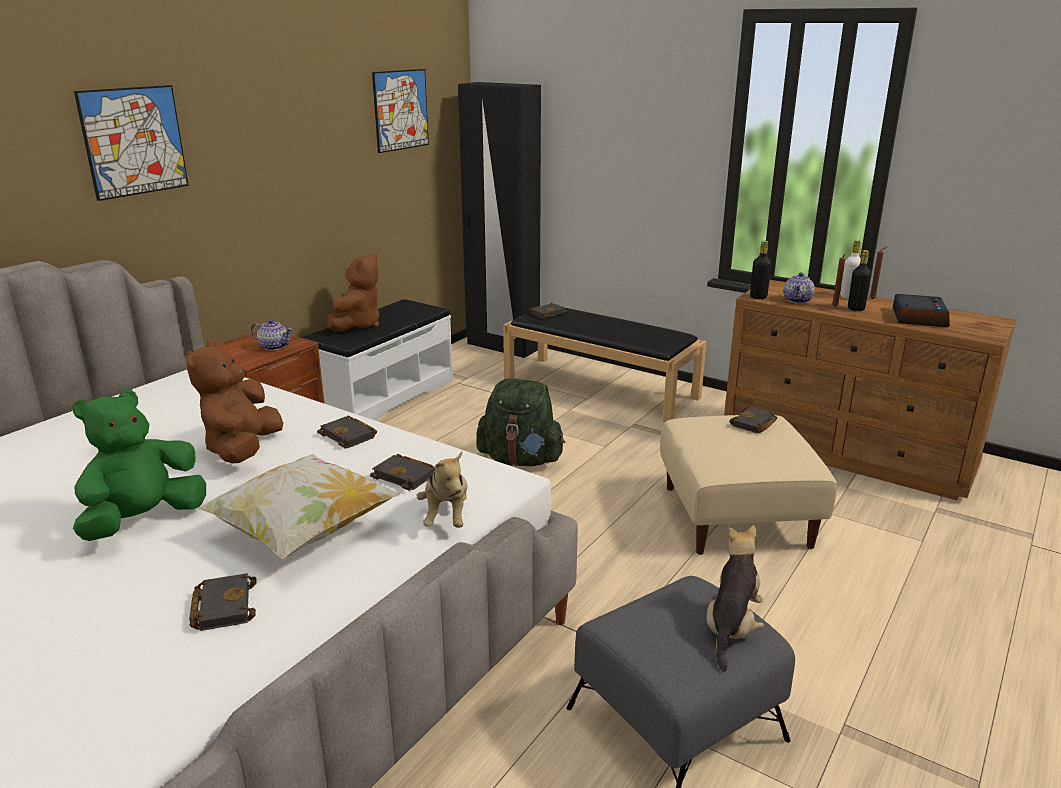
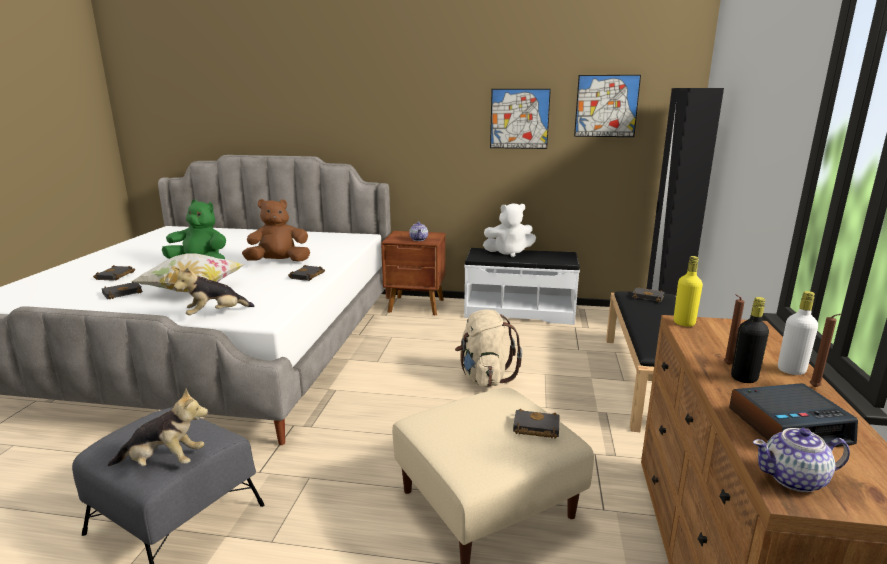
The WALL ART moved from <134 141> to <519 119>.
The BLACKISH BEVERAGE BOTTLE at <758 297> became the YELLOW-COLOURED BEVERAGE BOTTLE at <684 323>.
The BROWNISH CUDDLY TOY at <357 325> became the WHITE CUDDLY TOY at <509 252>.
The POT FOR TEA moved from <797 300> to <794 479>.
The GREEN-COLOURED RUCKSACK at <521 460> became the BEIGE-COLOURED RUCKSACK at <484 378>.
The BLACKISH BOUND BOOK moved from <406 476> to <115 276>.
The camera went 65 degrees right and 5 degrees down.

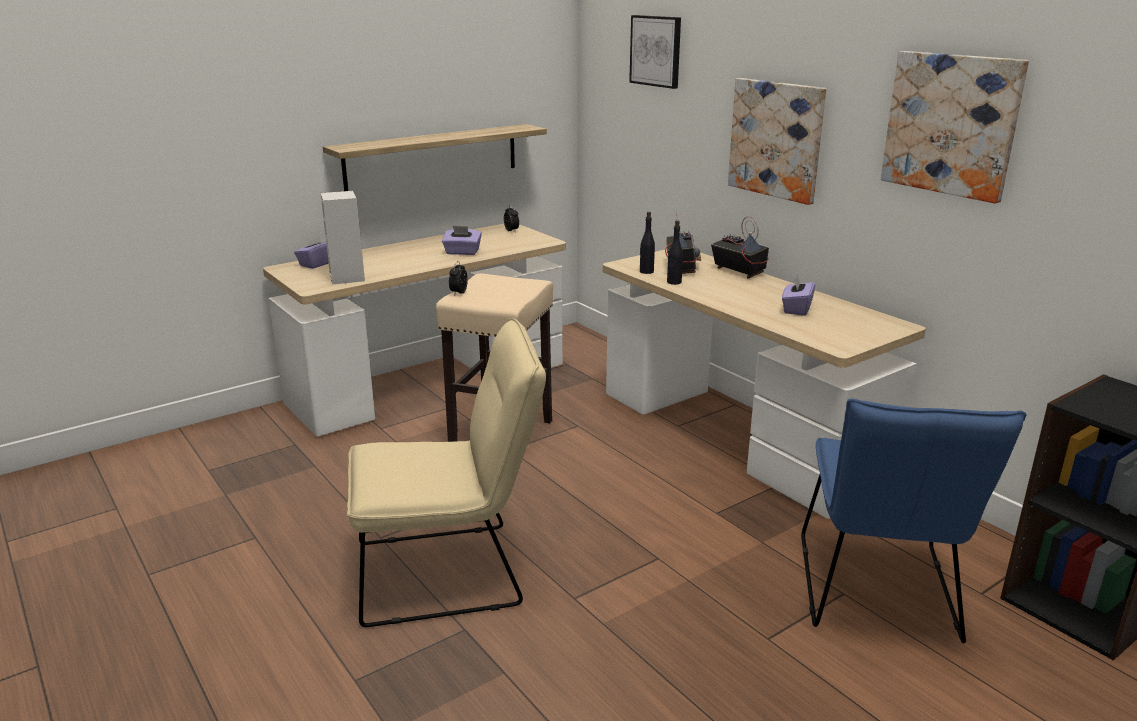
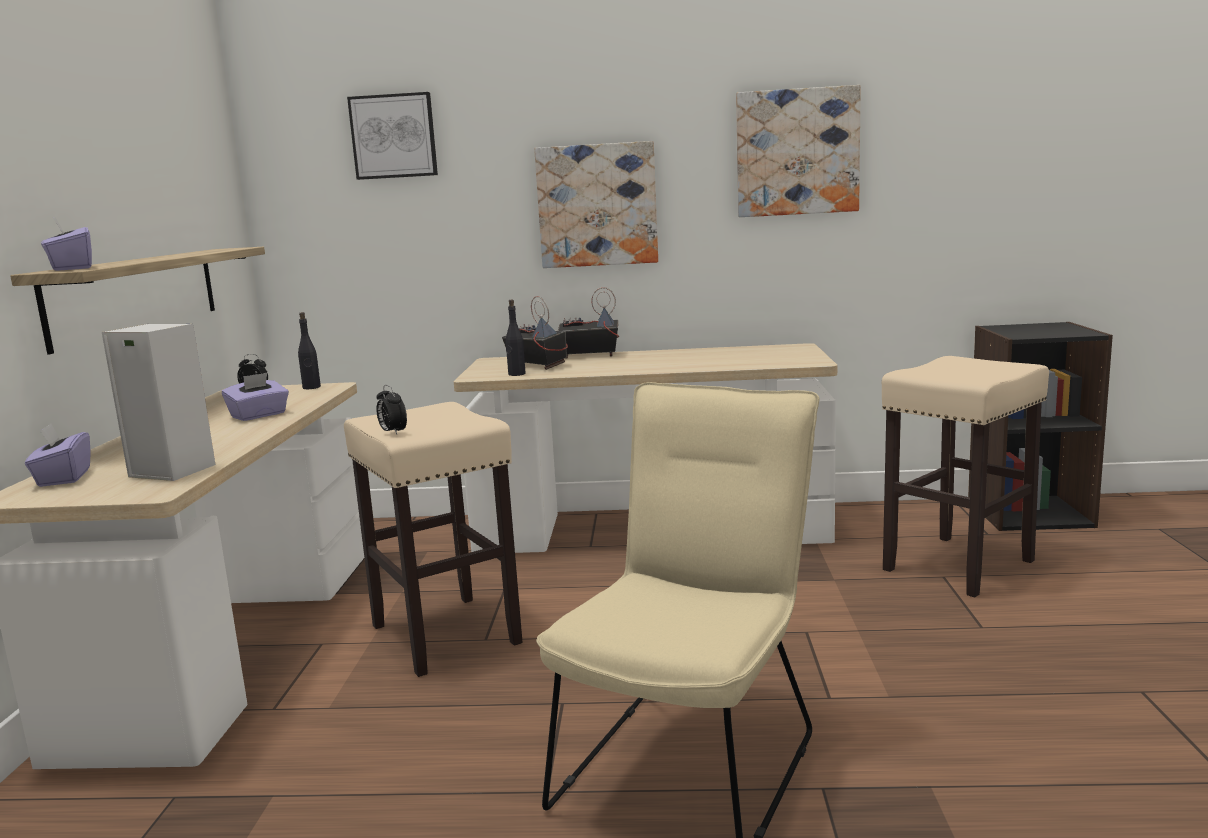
The BLACKISH BEVERAGE BOTTLE moved from <674 282> to <311 387>.
The PURPLE-COLOURED TISSUE BOX moved from <796 309> to <71 268>.
The BLUE-COLOURED UPRIGHT CHAIR at <877 595> was replaced by the BEIGE-COLOURED STOOL SEAT at <957 566>.
The camera went 50 degrees left and 10 degrees down.

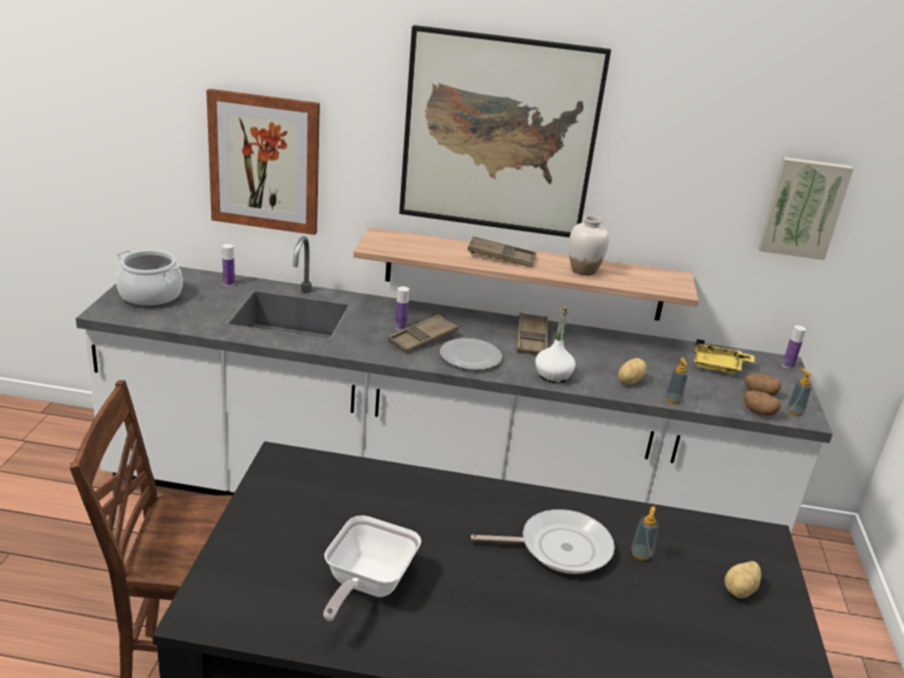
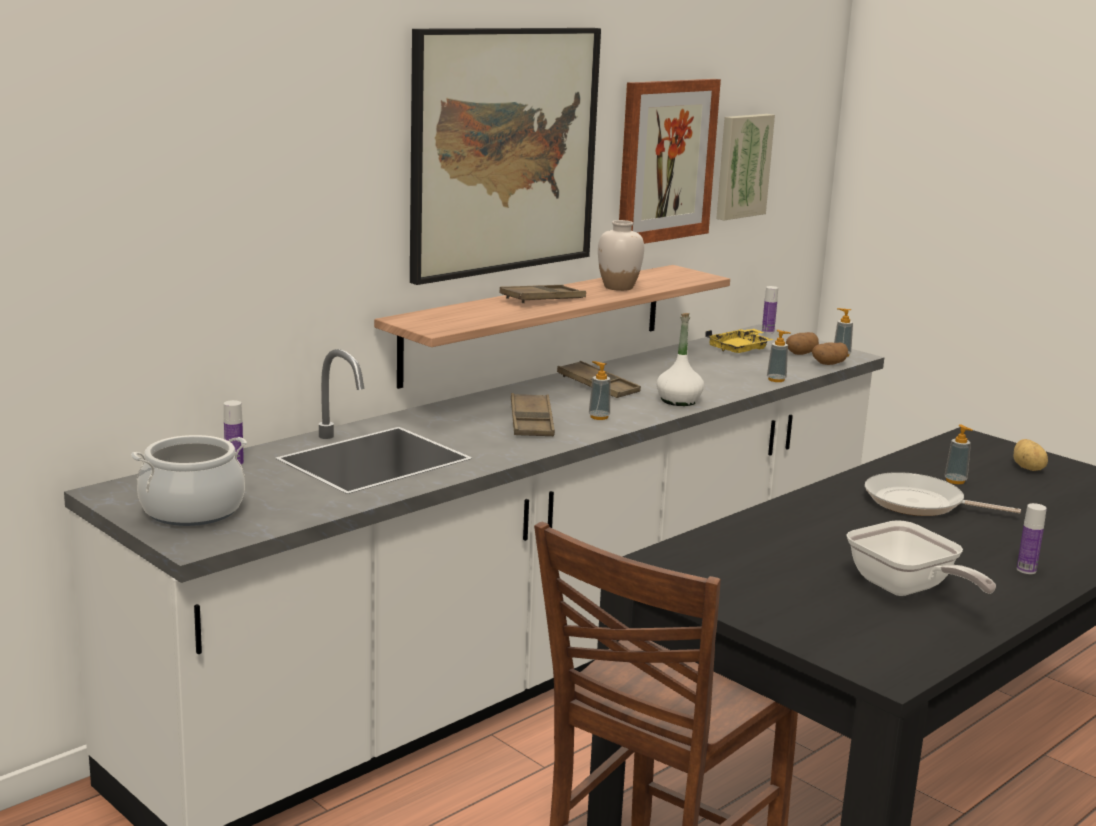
The WALL ART moved from <264 162> to <666 160>.
The BEVERAGE BOTTLE moved from <400 327> to <1026 570>.
The FLAT DISH at <470 357> was replaced by the SOAP DISPENSER at <599 417>.
The SPUD at <628 381> disappeared.
The FRYING PAN at <559 547> turned 105 degrees counterclockwise.
The camera went 50 degrees left and 10 degrees down.

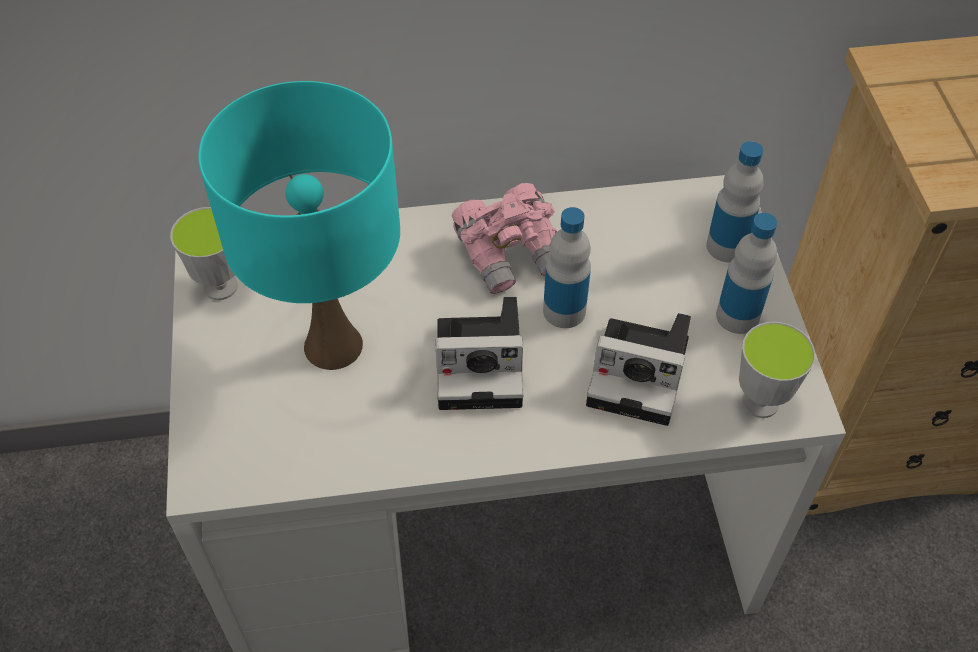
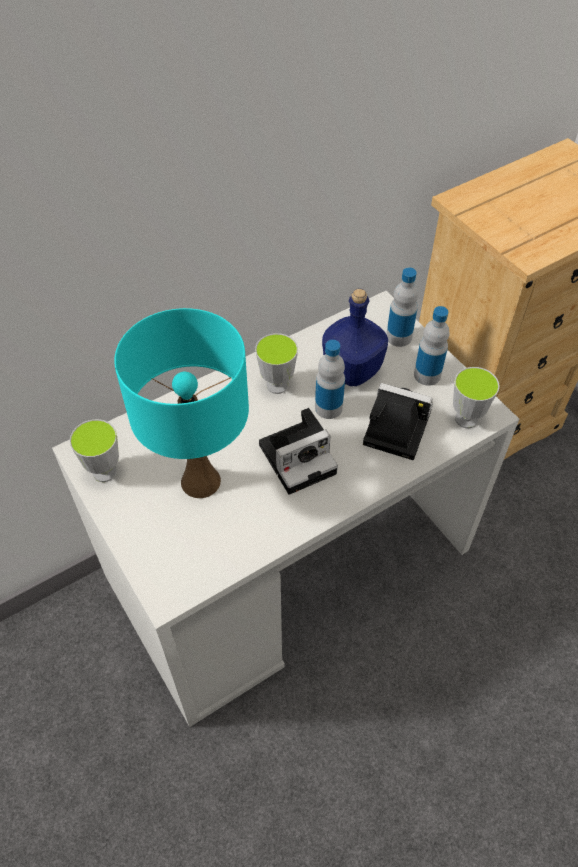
The PINKISH PAIR OF BINOCULARS at <510 253> was replaced by the CUP at <277 385>.
The PHOTO CAMERA at <642 374> turned 150 degrees counterclockwise.
The BLUE-COLOURED BEVERAGE BOTTLE at <351 370> appeared.
The camera went 25 degrees left and 0 degrees up.

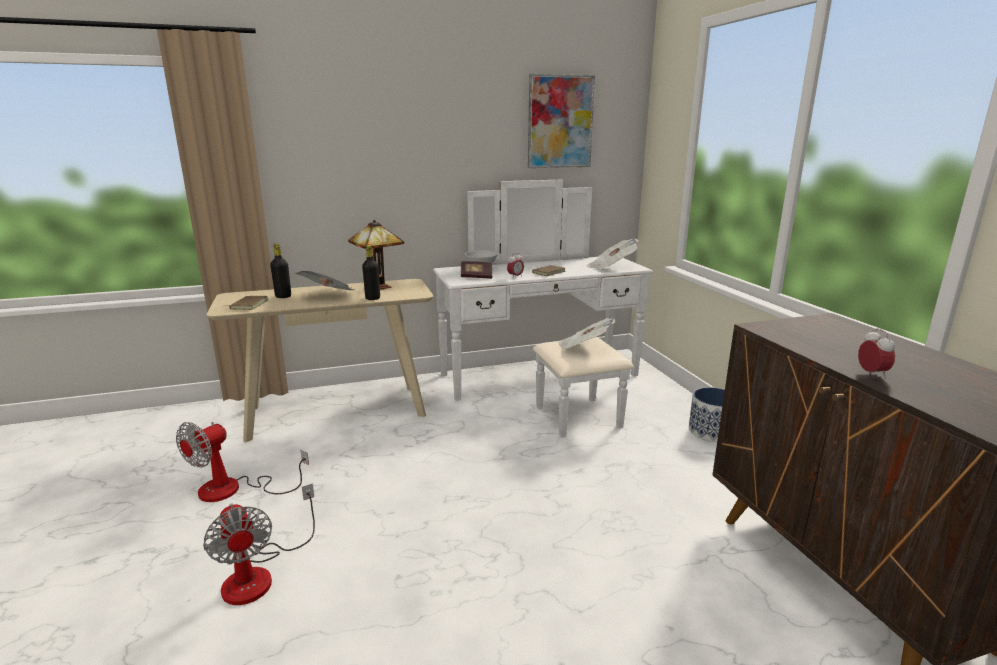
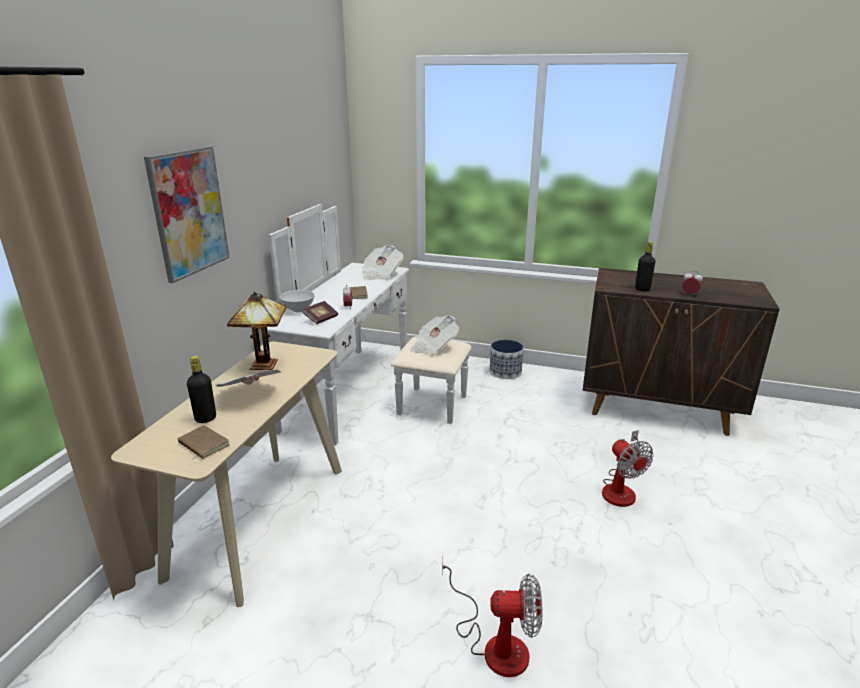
The WALL ART moved from <560 122> to <189 212>.
The BLACKISH BEVERAGE BOTTLE moved from <372 298> to <642 289>.
The FAN moved from <234 490> to <621 488>.
The camera went 55 degrees left and 5 degrees up.

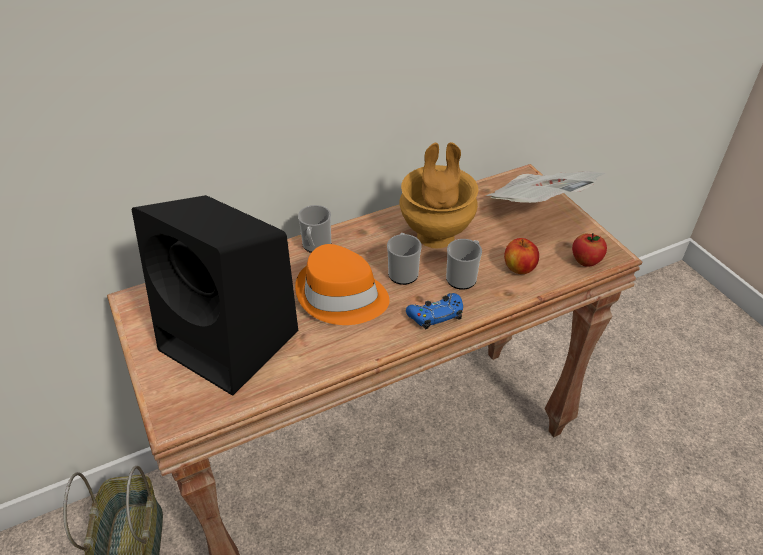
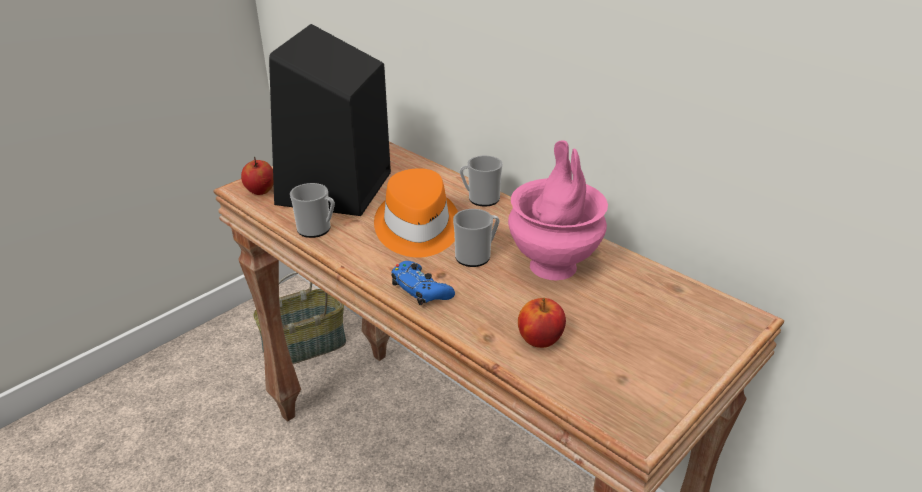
The BROWNISH VASE at <436 235> became the PINKISH VASE at <554 267>.
The PRINTED PAPER at <538 208> disappeared.
The APPLE moved from <585 261> to <260 191>.
The MUG moved from <463 277> to <317 229>.
The camera went 70 degrees right and 10 degrees down.

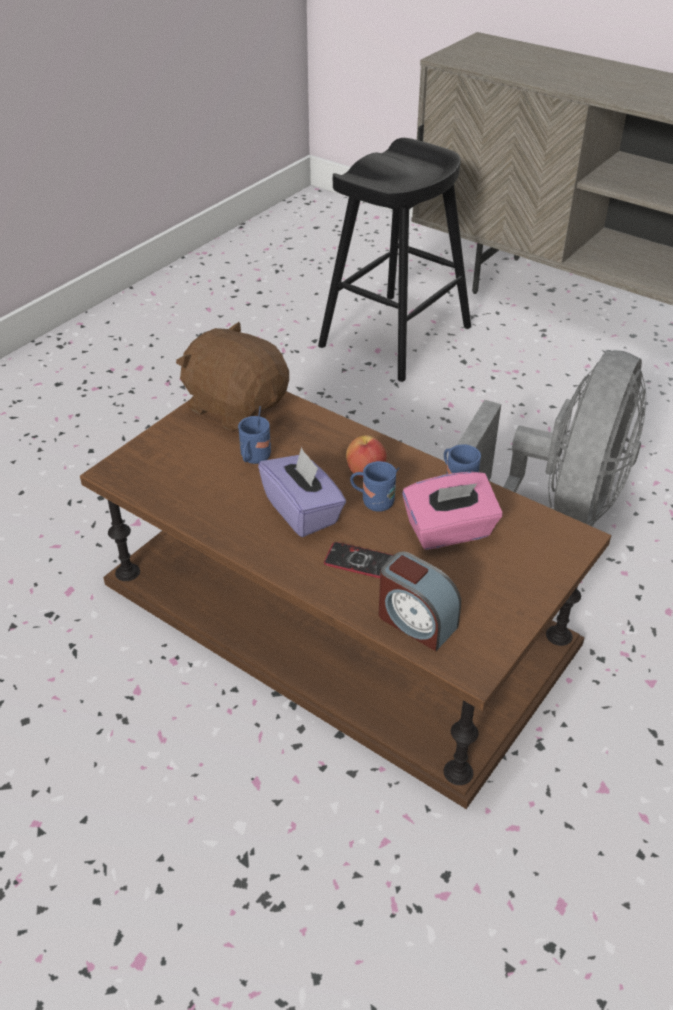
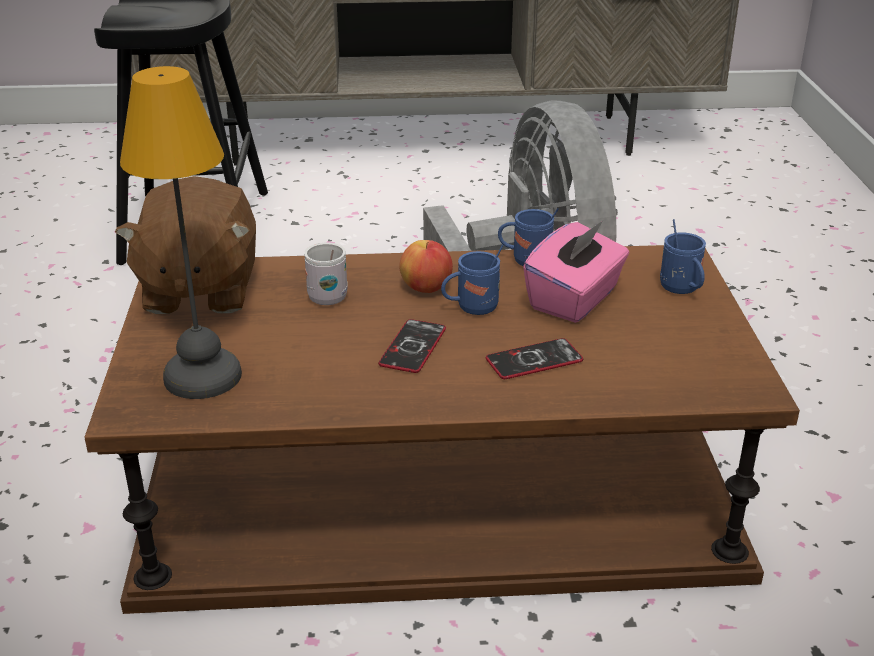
The BROWNISH CUDDLY TOY at <236 406> turned 90 degrees counterclockwise.
The BLUE-COLOURED MUG moved from <254 460> to <682 290>.
The PURPLE-COLOURED TISSUE BOX at <303 511> was replaced by the PHONE at <413 347>.
The TABLE CLOCK at <416 621> disappeared.
The TABLE LAMP at <205 375> appeared.
The WHITE MUG at <325 295> appeared.
The camera went 40 degrees left and 10 degrees down.

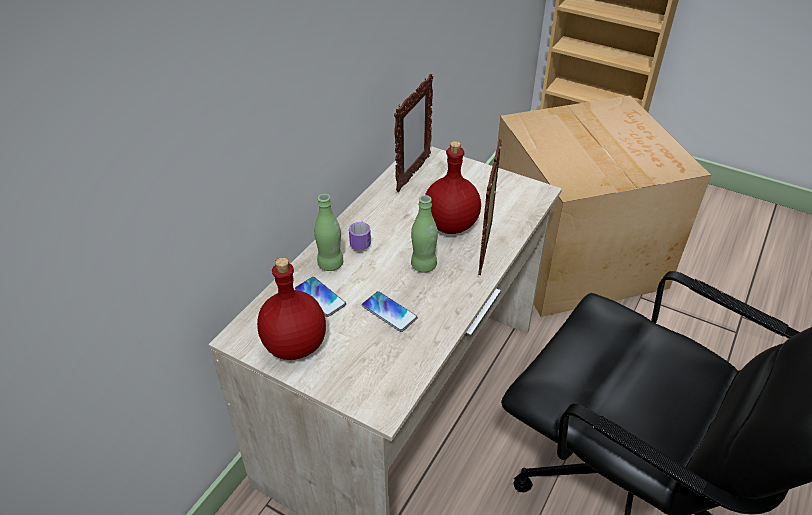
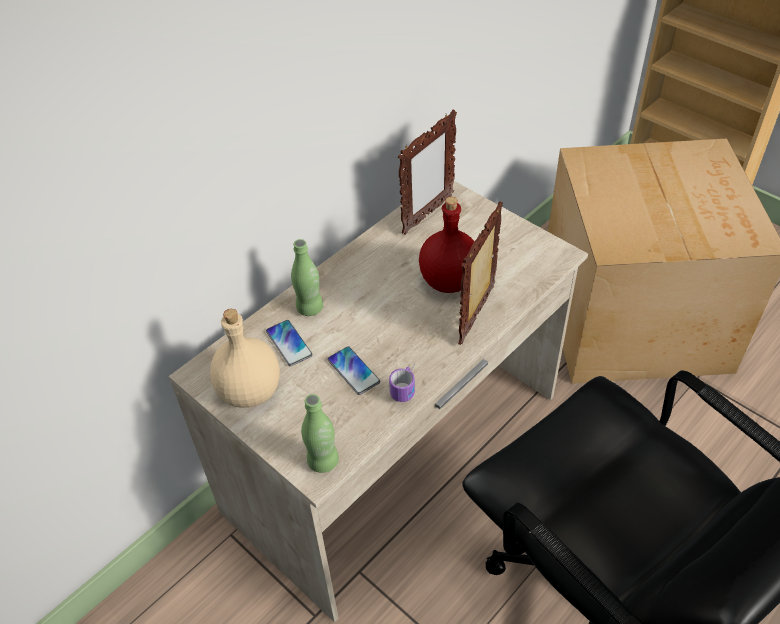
The GREEN-COLOURED BEVERAGE BOTTLE moved from <423 265> to <323 461>.
The MUG moved from <362 240> to <407 385>.
The RED BEVERAGE BOTTLE at <296 345> became the BEIGE-COLOURED BEVERAGE BOTTLE at <251 391>.
The camera went 15 degrees right and 5 degrees up.

